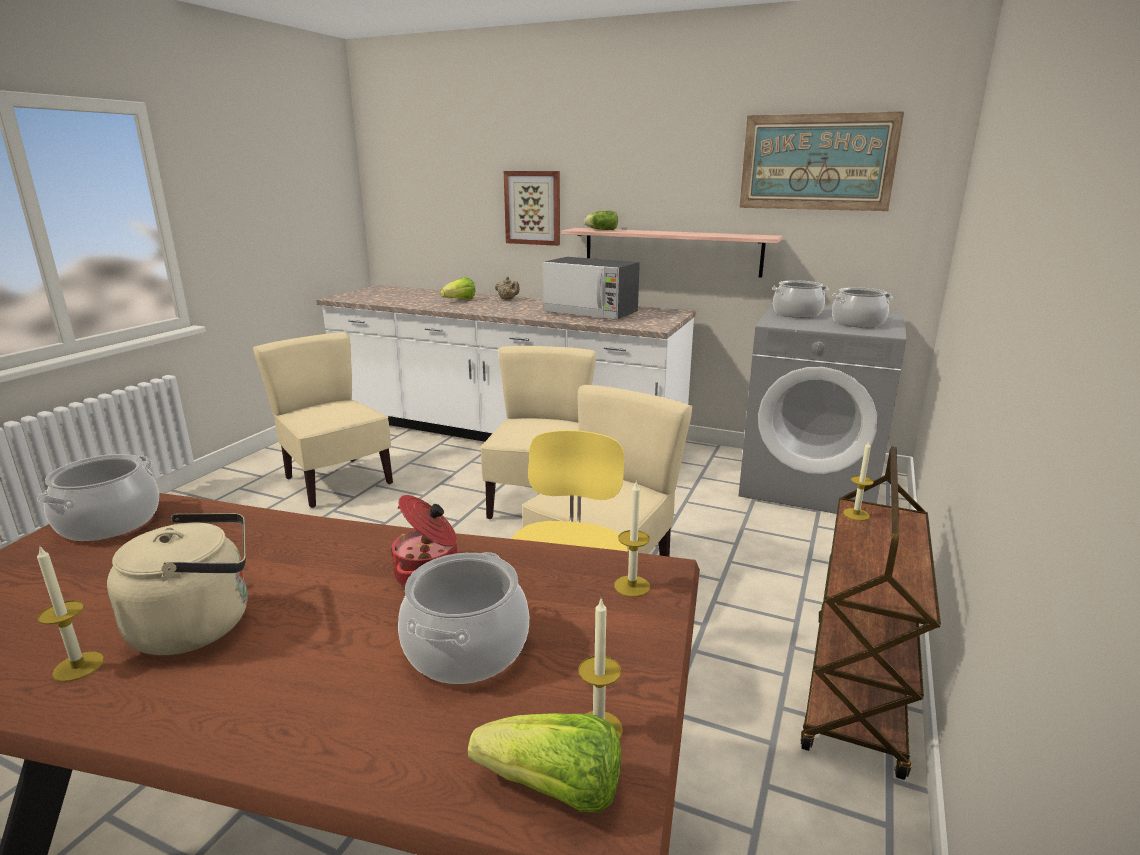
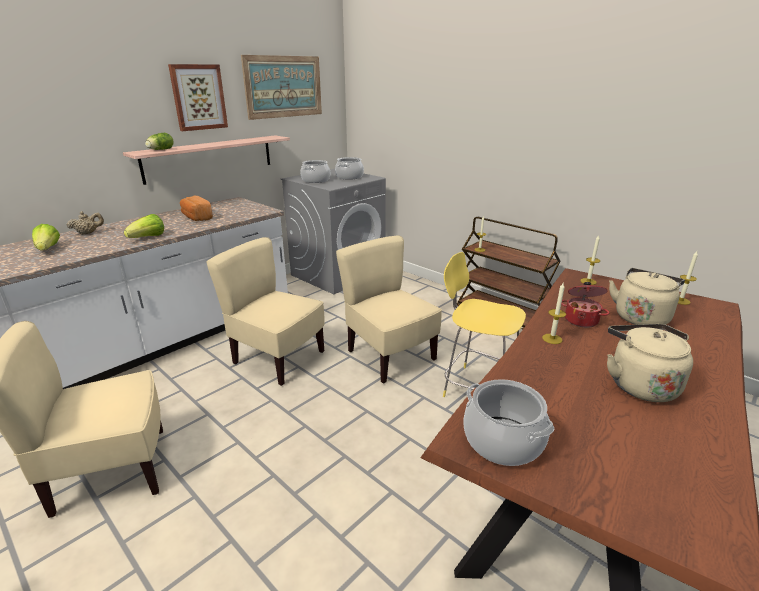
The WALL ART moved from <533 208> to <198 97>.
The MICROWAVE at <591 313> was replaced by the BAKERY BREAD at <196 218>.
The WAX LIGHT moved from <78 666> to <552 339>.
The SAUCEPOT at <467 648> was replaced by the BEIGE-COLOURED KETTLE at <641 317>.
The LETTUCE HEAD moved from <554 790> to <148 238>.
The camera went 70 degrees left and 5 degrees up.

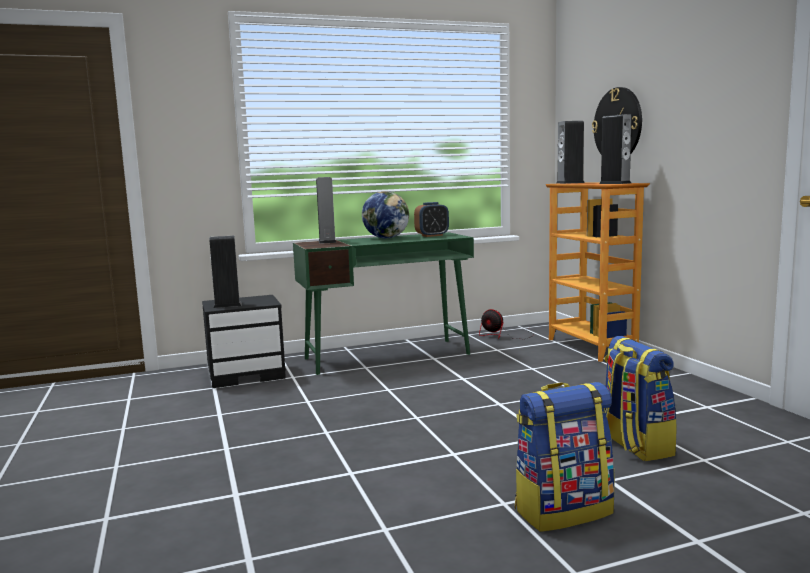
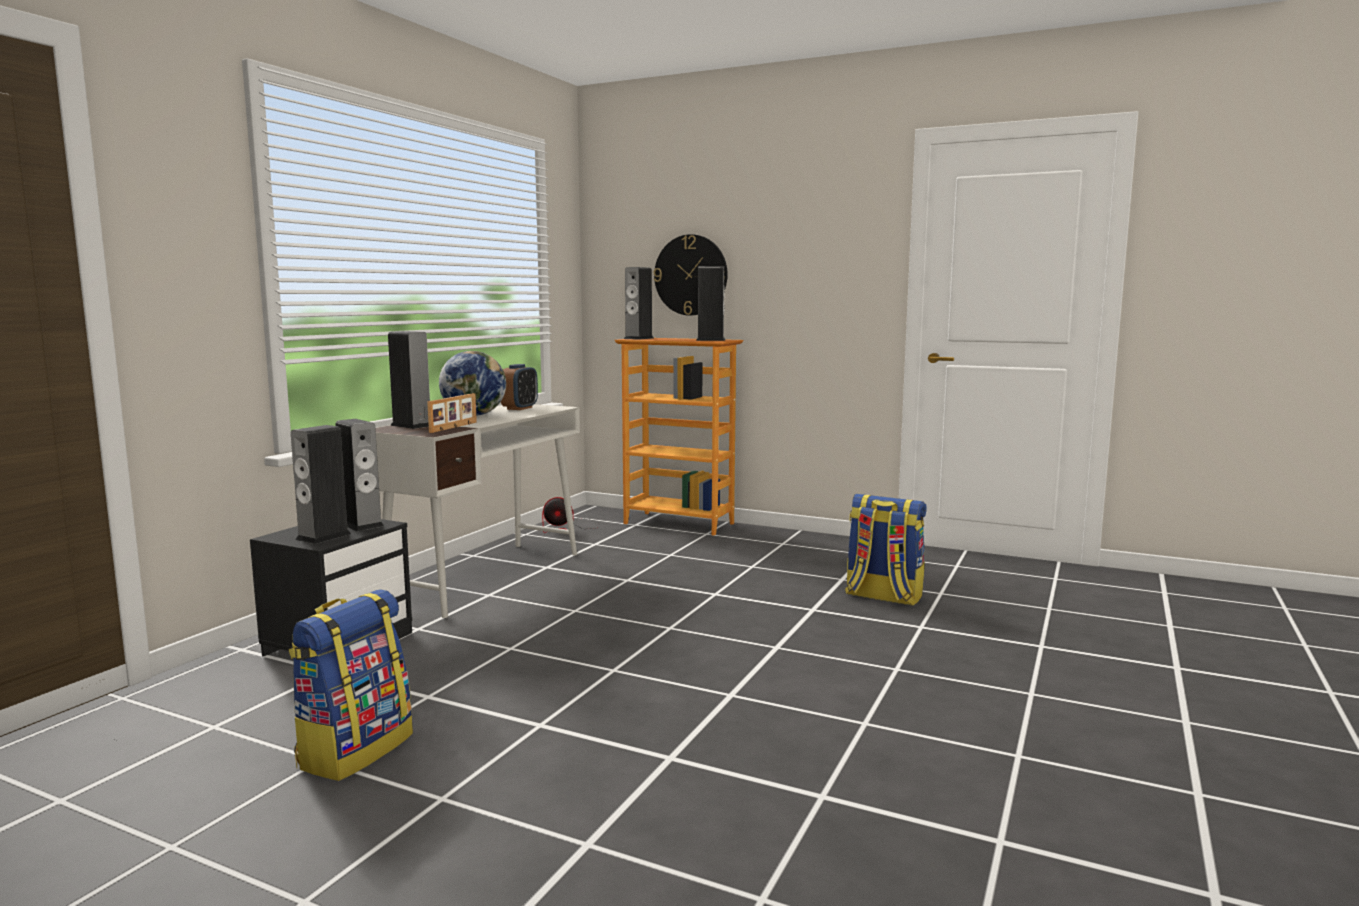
The GREEN-COLOURED DESK UNIT at <388 356> became the WHITE DESK UNIT at <486 576>.
The RUCKSACK moved from <563 510> to <355 750>.
The PHOTO FRAME at <454 427> appeared.
The AUDIO SPEAKER at <361 525> appeared.
The camera went 45 degrees left and 0 degrees up.

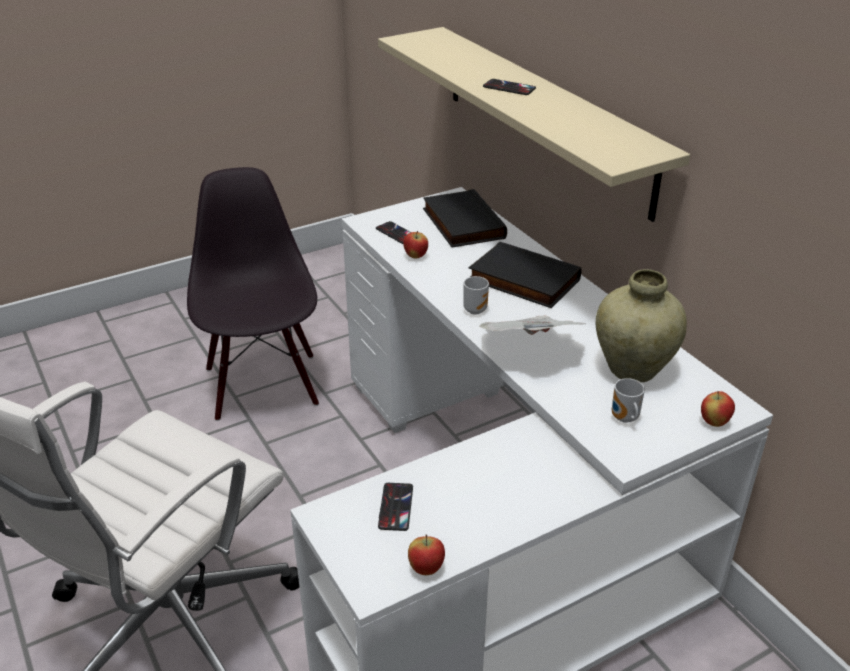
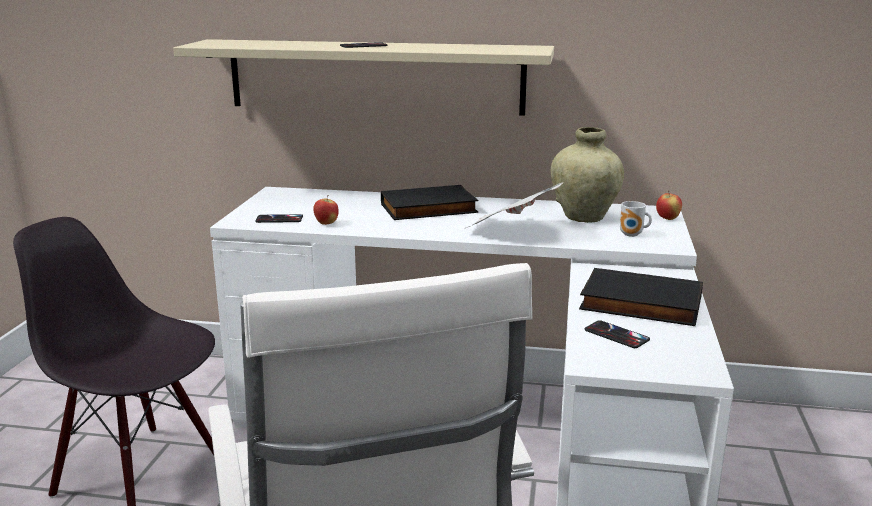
The BLACKISH BOUND BOOK moved from <461 223> to <639 305>.
The MUG at <475 309> disappeared.
The APPLE at <426 569> disappeared.
The camera went 50 degrees left and 15 degrees down.

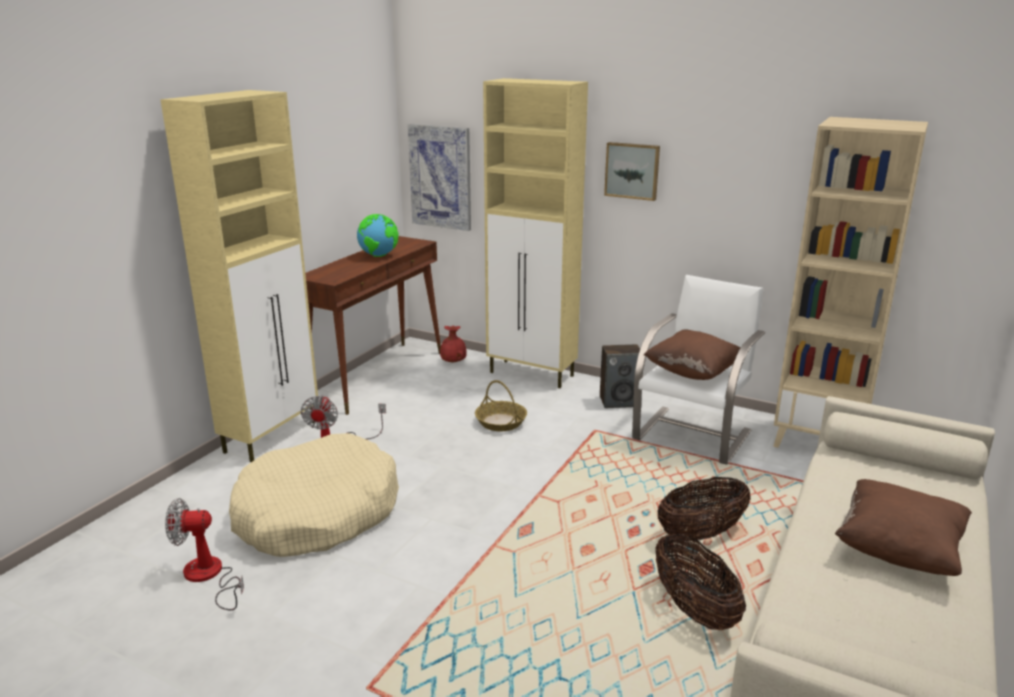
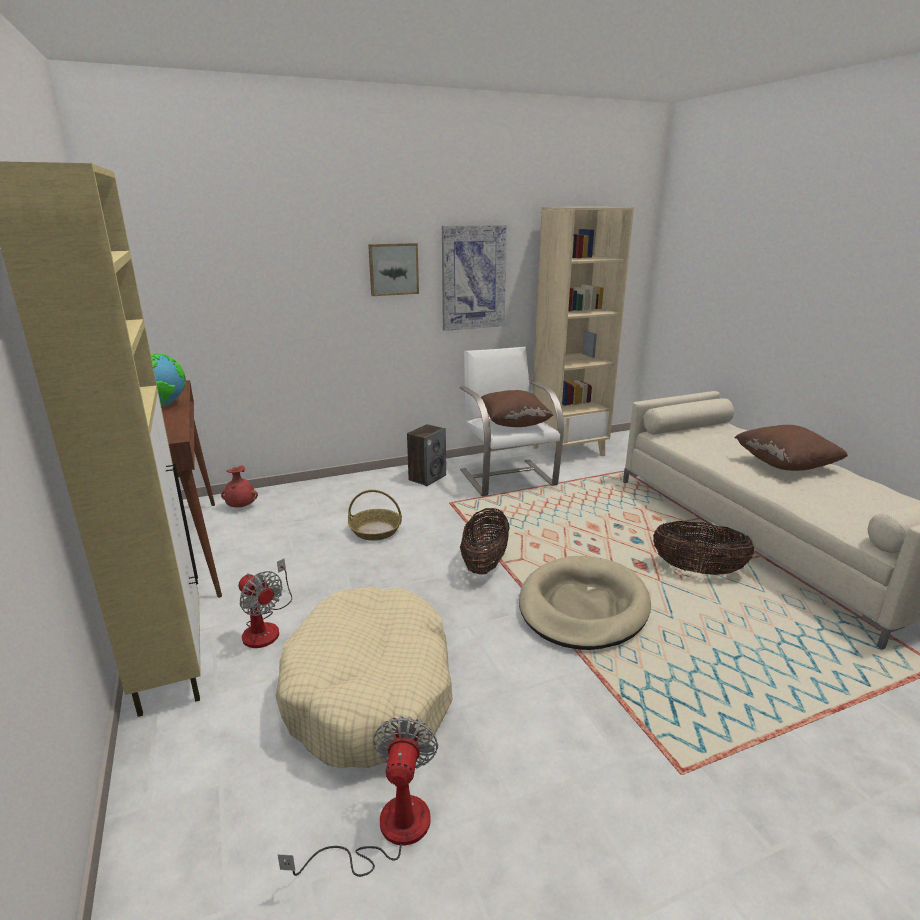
The BEIGE-COLOURED STORAGE CABINET at <532 374> disappeared.
The WALL ART moved from <441 177> to <473 278>.
The STORAGE BASKET moved from <701 533> to <484 563>.
The FAN at <209 577> turned 150 degrees clockwise.
The BEIGE-COLOURED DOG BED at <583 607> appeared.
The camera went 50 degrees left and 0 degrees up.

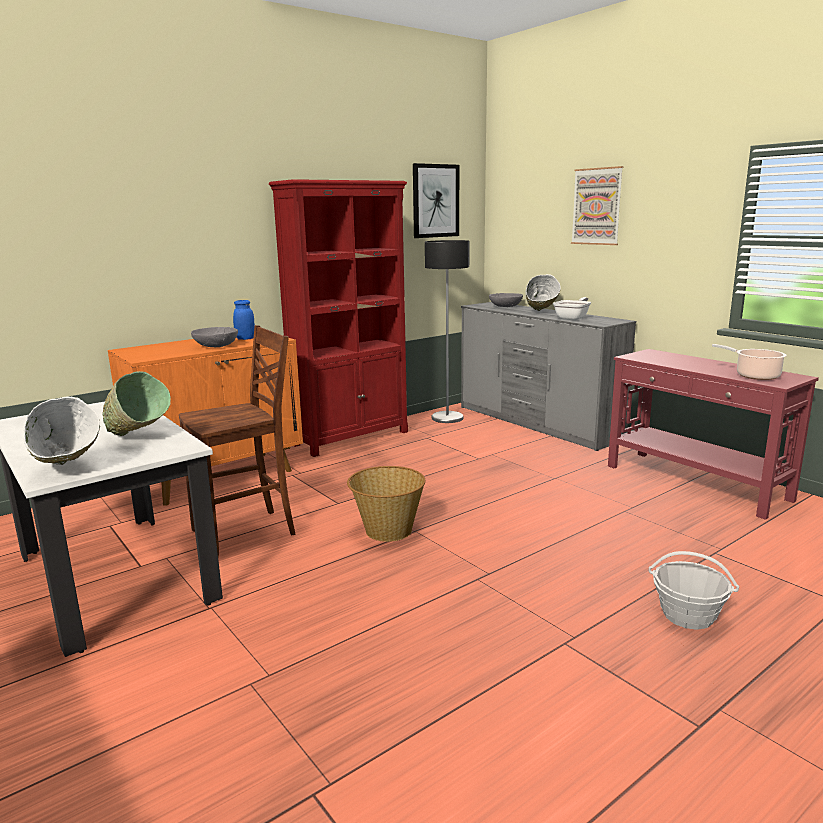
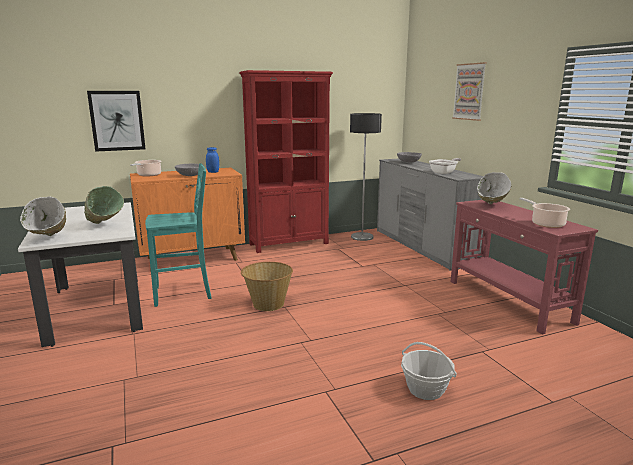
The WALL ART moved from <435 201> to <117 121>.
The WHITE DEEP DISH moved from <541 312> to <491 206>.
The BROWNISH UPRIGHT CHAIR at <247 533> became the BLUE-GREEN UPRIGHT CHAIR at <184 294>.
The SAUCEPOT at <148 175> appeared.
The camera went 15 degrees right and 0 degrees up.

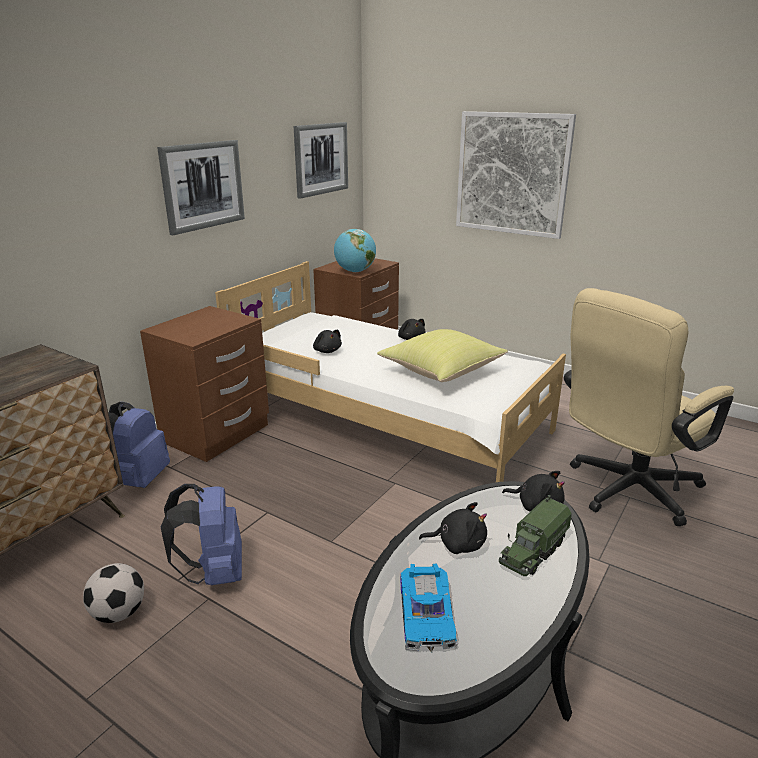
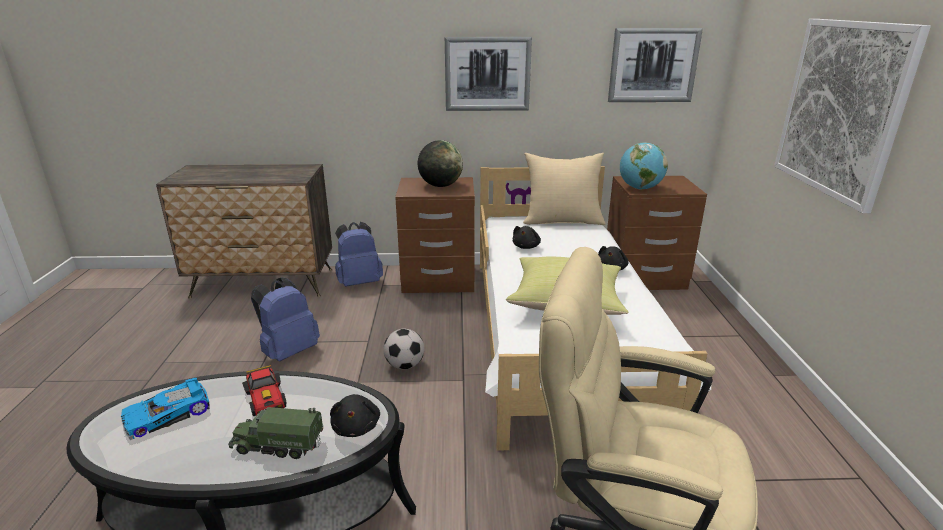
The BLACKISH CUDDLY TOY at <458 544> was replaced by the MODEL CAR at <266 401>.
The FOOTBALL BALL moved from <119 613> to <405 365>.
The DESK GLOBE at <440 186> appeared.
The BEIGE-COLOURED THROW PILLOW at <562 221> appeared.
The camera went 55 degrees right and 0 degrees up.

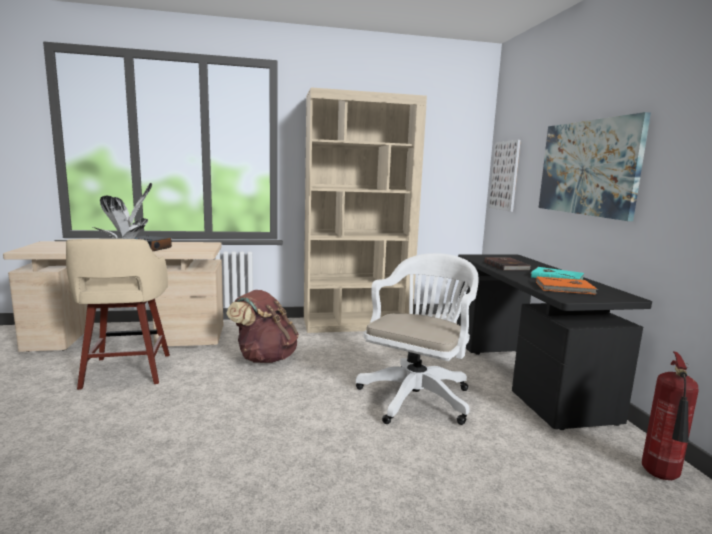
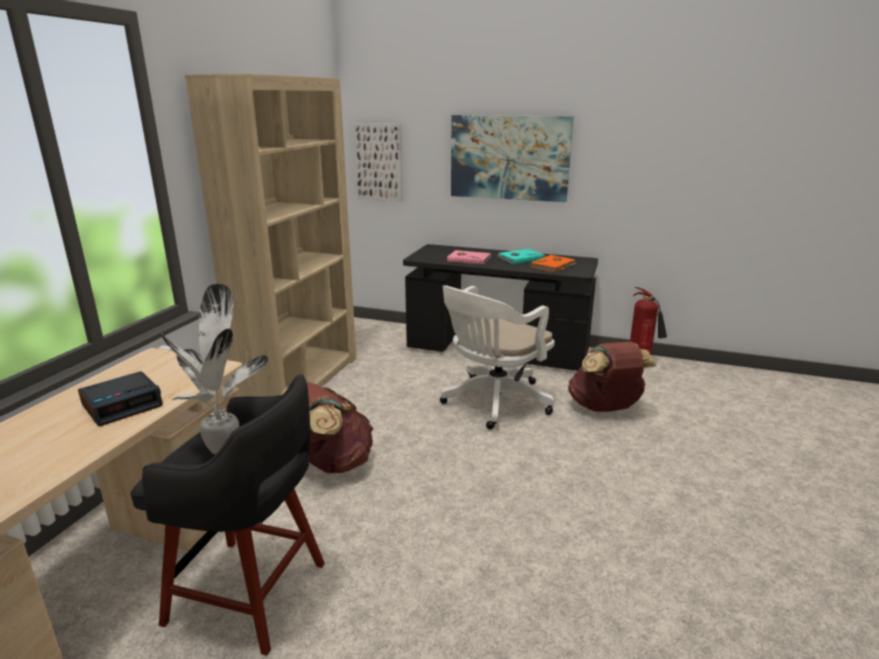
The BEIGE-COLOURED STOOL SEAT at <126 372> became the BLACKISH STOOL SEAT at <251 594>.
The WHITE OFFICE CHAIR at <417 395> turned 105 degrees counterclockwise.
The BROWNISH BOUND BOOK at <507 266> became the PINKISH BOUND BOOK at <469 259>.
The BROWNISH RUCKSACK at <605 408> appeared.
The camera went 60 degrees left and 10 degrees up.

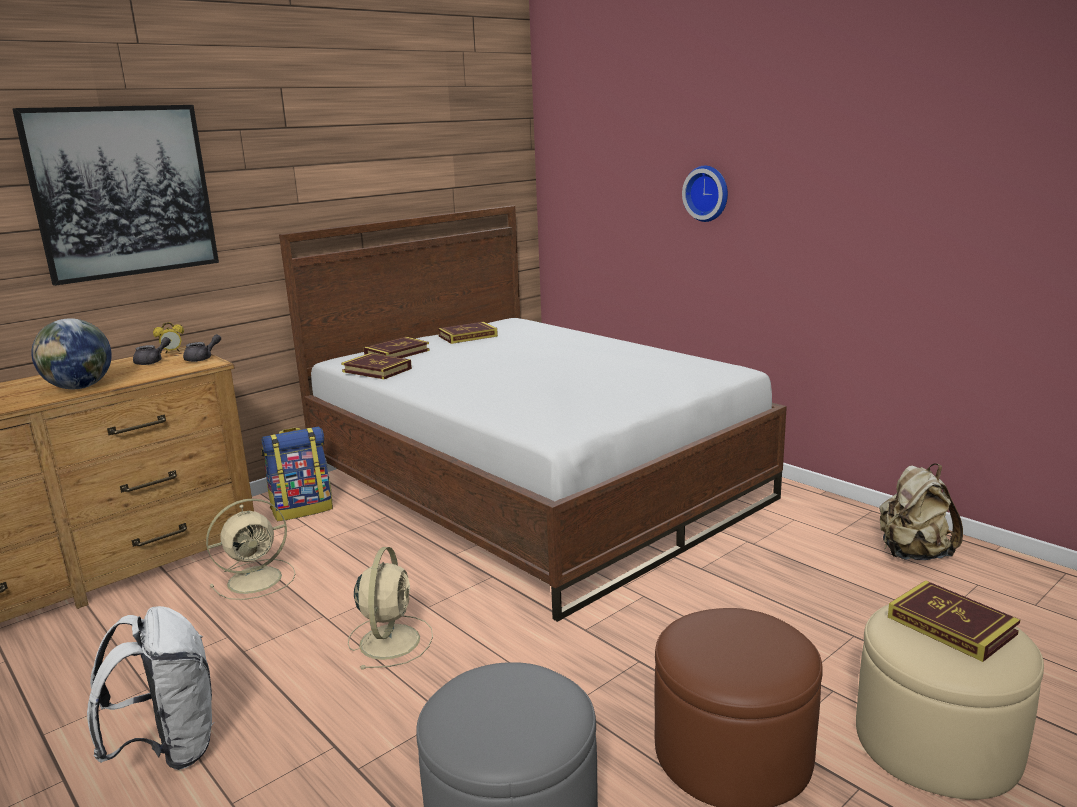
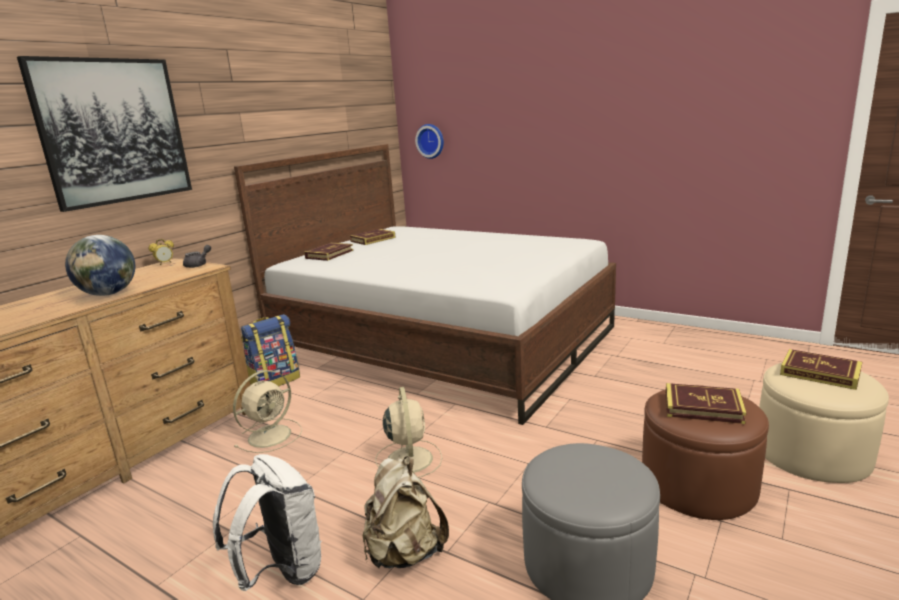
The CLOCK ON THE WALL moved from <708 193> to <431 141>.
The GREYISH POT FOR TEA at <153 361> disappeared.
The BOUND BOOK moved from <377 370> to <703 407>.
The BEIGE-COLOURED RUCKSACK moved from <913 554> to <404 553>.
The camera went 15 degrees left and 0 degrees up.

